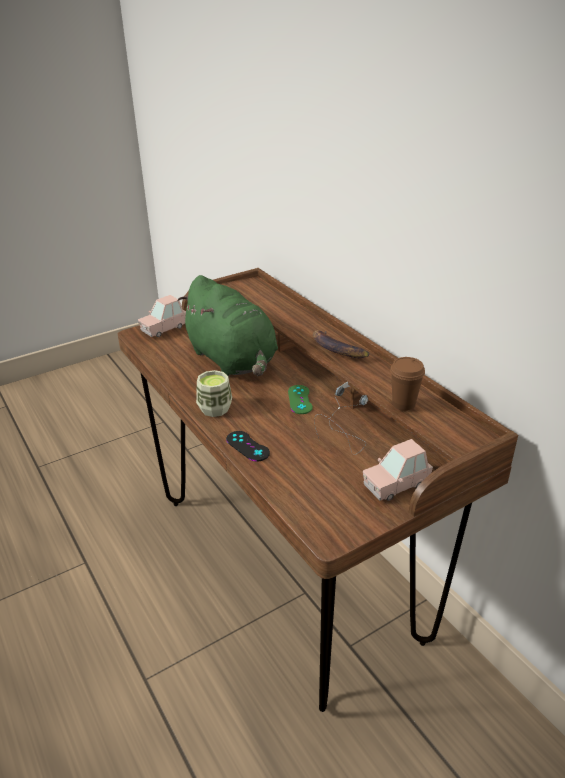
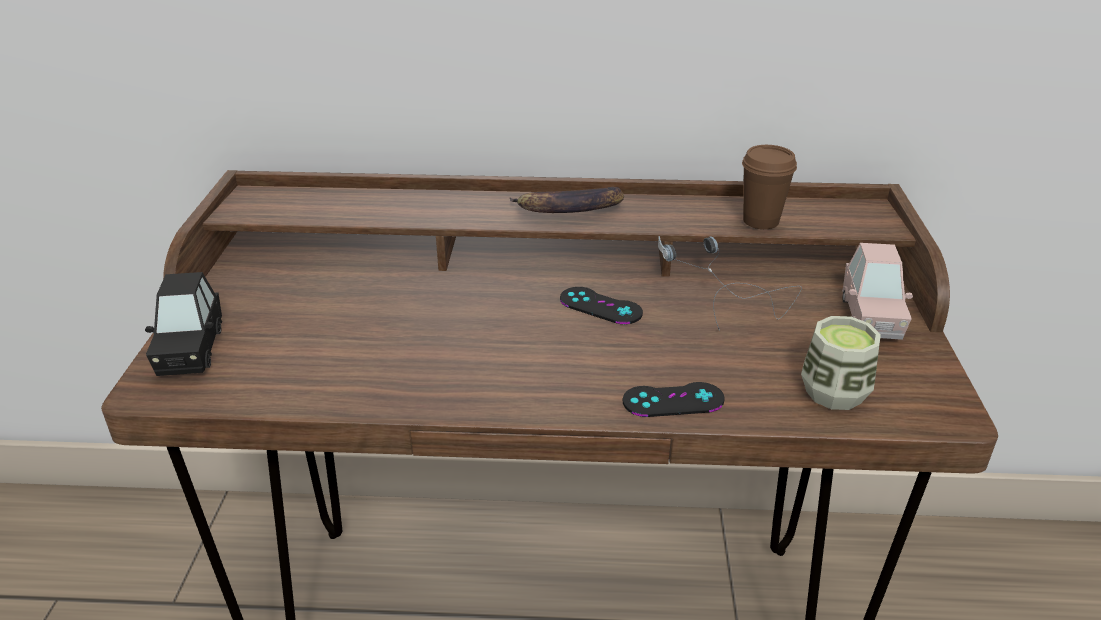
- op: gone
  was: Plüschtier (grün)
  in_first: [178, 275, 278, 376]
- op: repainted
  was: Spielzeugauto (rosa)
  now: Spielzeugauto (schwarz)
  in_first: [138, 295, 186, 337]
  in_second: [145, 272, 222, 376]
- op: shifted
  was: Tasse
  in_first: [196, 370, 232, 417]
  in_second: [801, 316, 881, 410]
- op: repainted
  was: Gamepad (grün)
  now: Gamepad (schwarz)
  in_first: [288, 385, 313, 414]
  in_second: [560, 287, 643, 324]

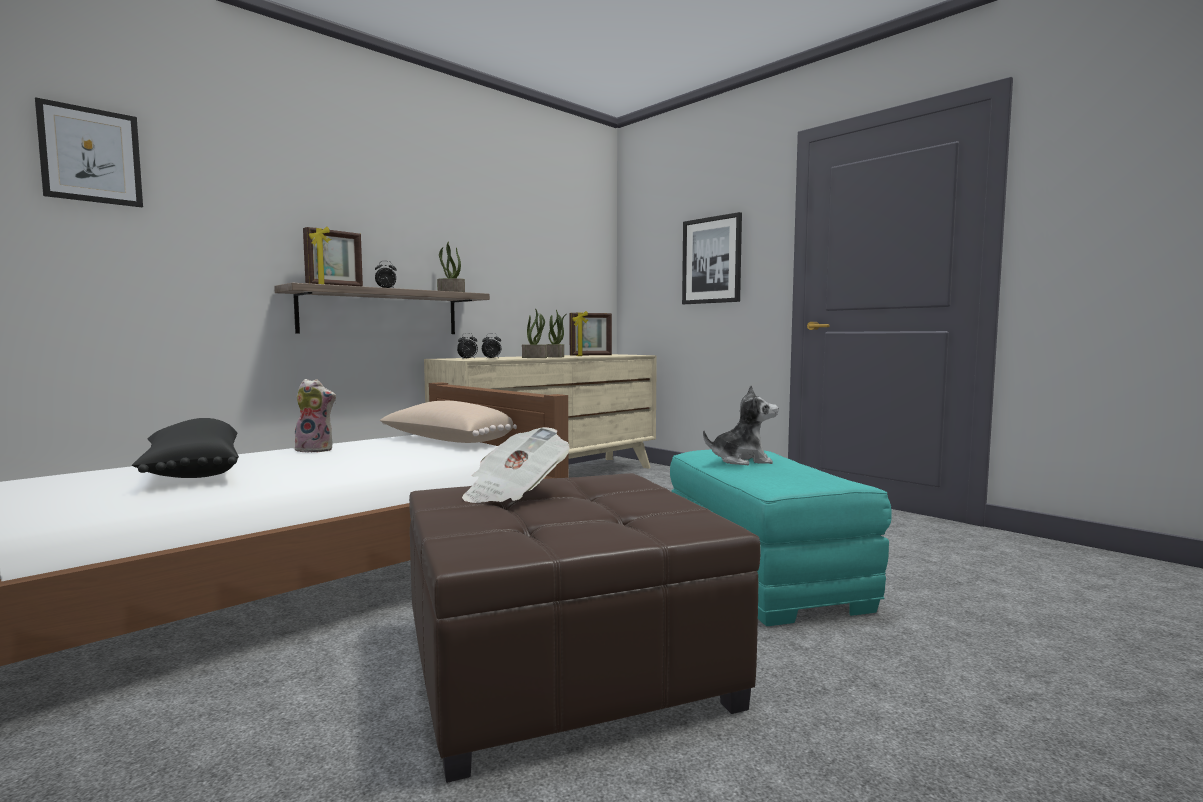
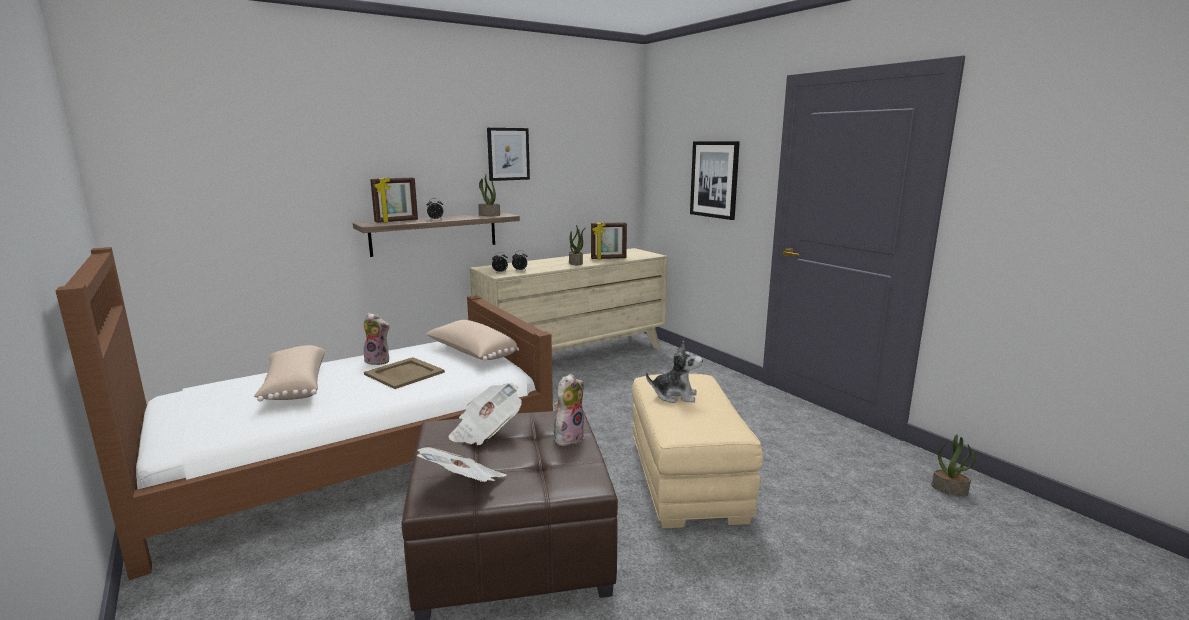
- op: shifted
  was: Bild
  in_first: [35, 97, 143, 207]
  in_second: [487, 128, 530, 181]
- op: shifted
  was: Topfpflanze
  in_first: [522, 308, 547, 358]
  in_second: [932, 434, 976, 496]
- op: repainted
  was: Kissen (schwarz)
  now: Kissen (beige)
  in_first: [132, 418, 239, 478]
  in_second: [254, 345, 325, 402]
- op: repainted
  was: Polsterhocker (türkis)
  now: Polsterhocker (beige)
  in_first: [670, 449, 892, 626]
  in_second: [632, 374, 763, 528]
- op: new
  now: Tablett (beige)
  in_second: [364, 357, 445, 389]
- op: new
  now: Plüschtier
  in_second: [554, 374, 585, 446]
- op: new
  now: Zeitung
  in_second: [417, 447, 506, 482]

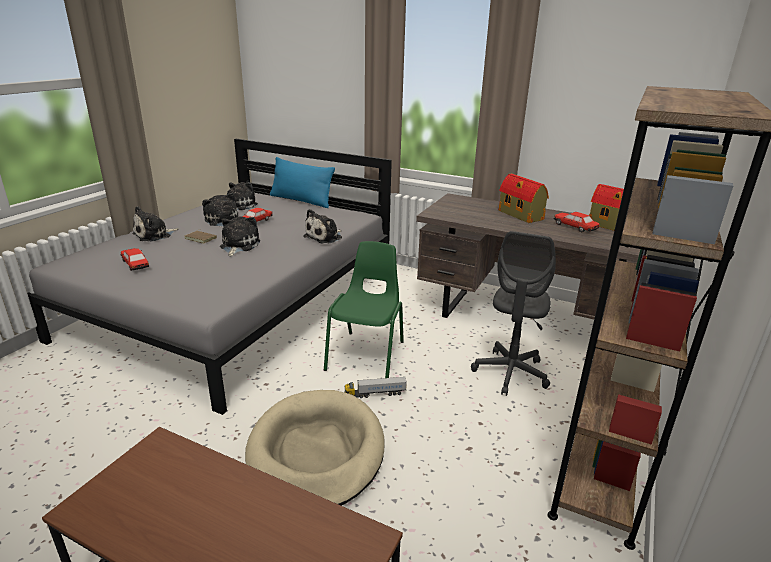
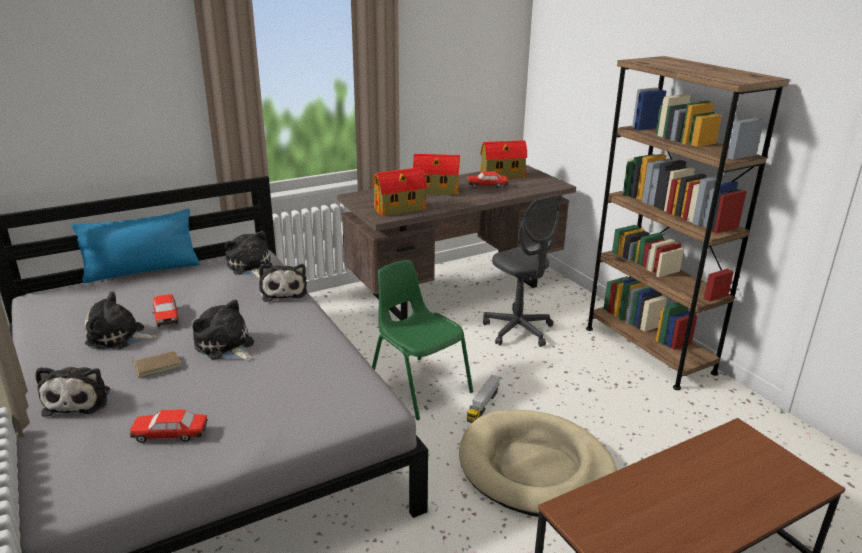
- op: shifted
  was: Plüschtier
  in_first: [227, 182, 258, 210]
  in_second: [225, 231, 273, 279]
- op: new
  now: Spielzeughaus
  in_second: [372, 167, 427, 216]

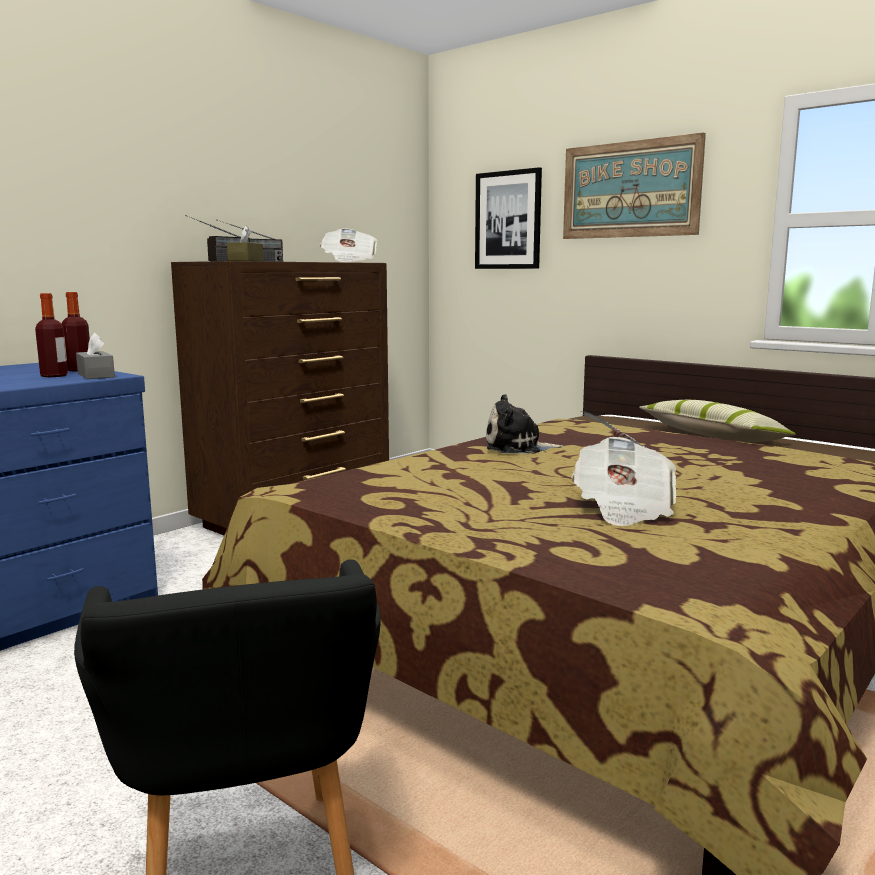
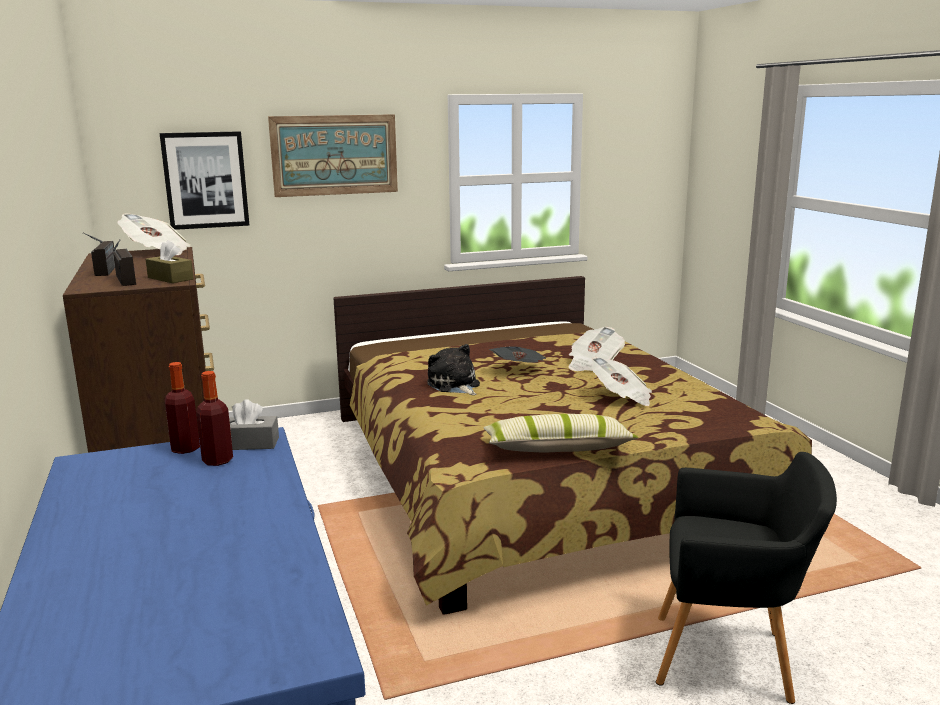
- op: rotated
  was: Plüschtier
  in_first: [486, 394, 563, 454]
  in_second: [427, 344, 480, 395]
  clockwise: 120
- op: shifted
  was: Kissen
  in_first: [639, 400, 796, 442]
  in_second: [484, 414, 638, 452]
- op: new
  now: Zeitung
  in_second: [569, 327, 625, 371]

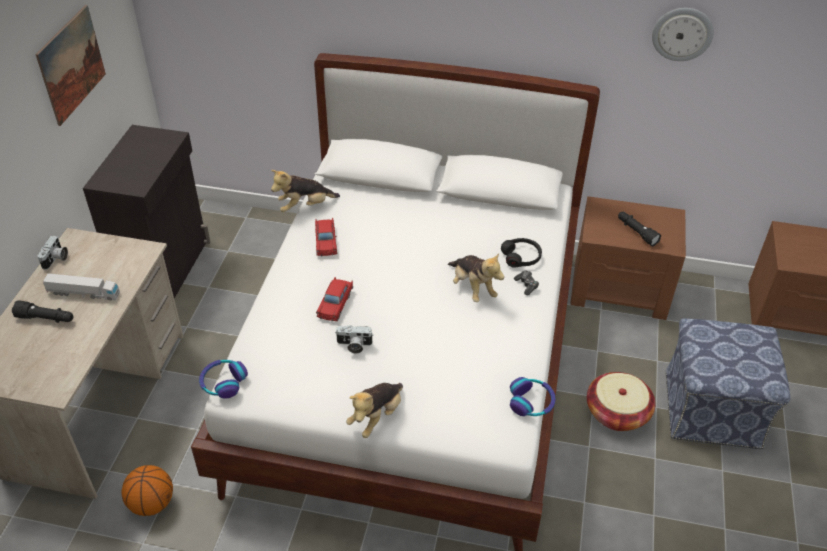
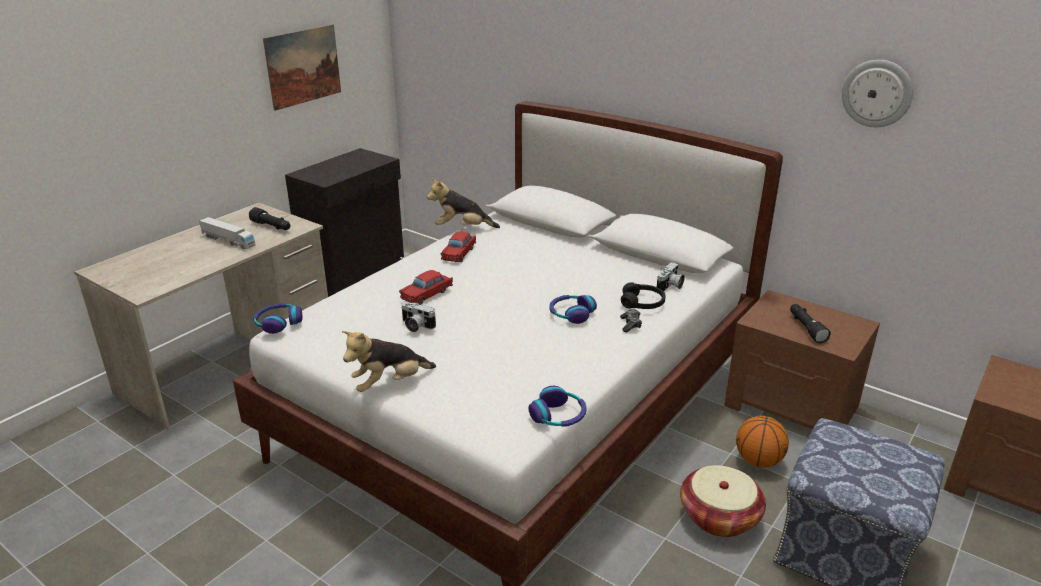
- op: shifted
  was: Kamera
  in_first: [38, 235, 68, 270]
  in_second: [657, 262, 685, 291]
- op: swapped
  was: Plüschtier
  now: Kopfhörer
  in_first: [448, 253, 504, 302]
  in_second: [549, 295, 597, 324]
- op: shifted
  was: Taschenlampe (schwarz)
  in_first: [12, 300, 73, 323]
  in_second: [249, 207, 290, 230]
- op: shifted
  was: Basketball
  in_first: [122, 465, 173, 516]
  in_second: [736, 416, 789, 468]

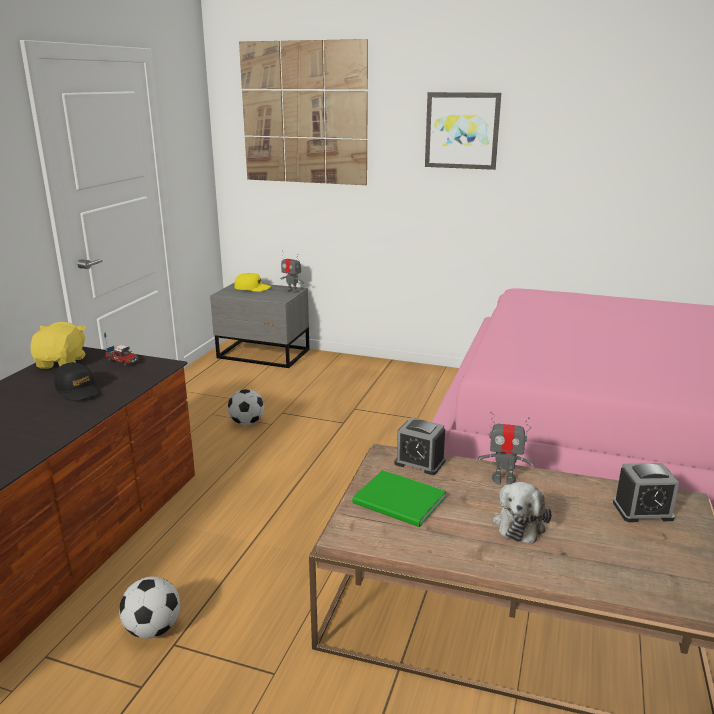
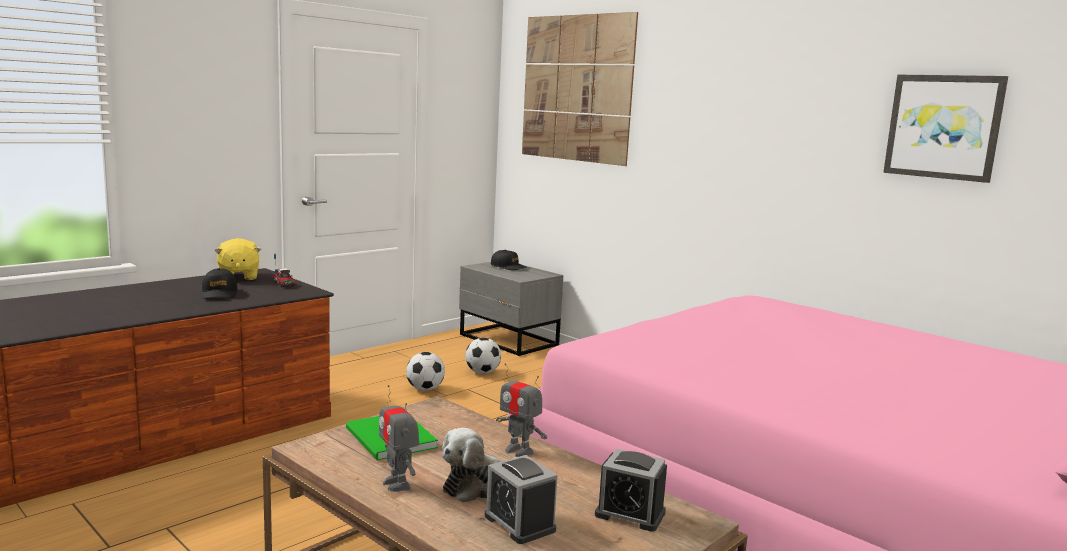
- op: shifted
  was: Bild
  in_first: [425, 92, 501, 170]
  in_second: [883, 75, 1008, 183]
- op: shifted
  was: Spielzeugroboter
  in_first: [280, 254, 305, 293]
  in_second: [379, 385, 419, 492]
- op: repainted
  was: Kappe (gelb)
  now: Kappe (schwarz)
  in_first: [234, 273, 271, 292]
  in_second: [491, 250, 527, 270]
- op: rotated
  was: Plüschtier (gelb)
  in_first: [30, 322, 86, 369]
  in_second: [214, 238, 261, 280]
  clockwise: 135
- op: shifted
  was: Wecker
  in_first: [394, 417, 446, 475]
  in_second: [485, 455, 557, 544]
- op: shifted
  was: Fußball
  in_first: [119, 577, 180, 639]
  in_second: [465, 338, 501, 374]

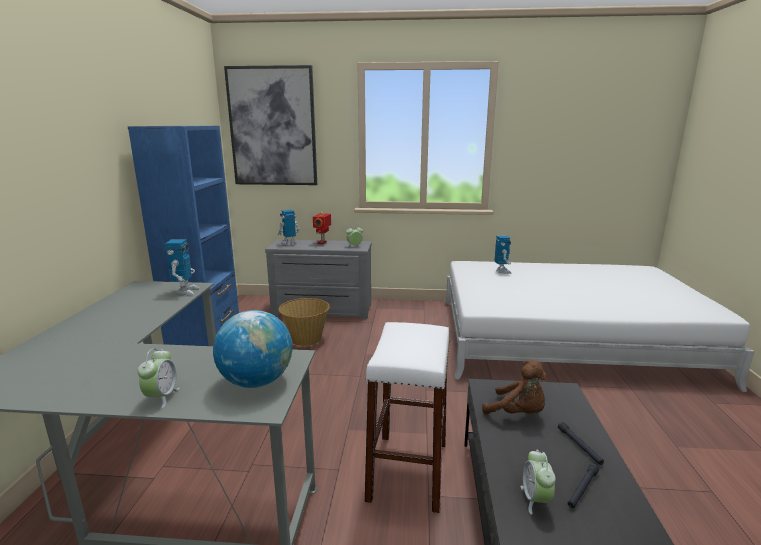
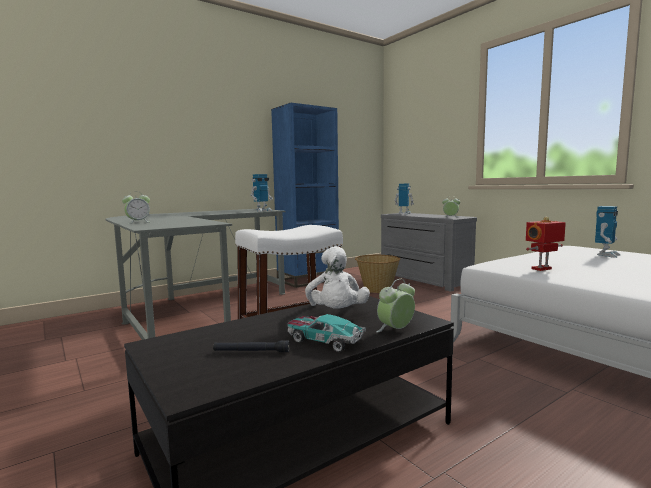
- op: gone
  was: Bild
  in_first: [224, 65, 317, 185]
- op: shifted
  was: Spielzeugroboter
  in_first: [313, 212, 331, 244]
  in_second: [526, 217, 566, 271]
- op: gone
  was: Globus
  in_first: [213, 310, 292, 388]
- op: repainted
  was: Plüschtier (braun)
  now: Plüschtier (weiß)
  in_first: [482, 360, 547, 415]
  in_second: [305, 246, 370, 309]
- op: swapped
  was: Taschenlampe (schwarz)
  now: Spielzeugauto
  in_first: [558, 422, 604, 465]
  in_second: [287, 314, 366, 352]
- op: shifted
  was: Wecker
  in_first: [520, 450, 556, 515]
  in_second: [376, 279, 415, 333]

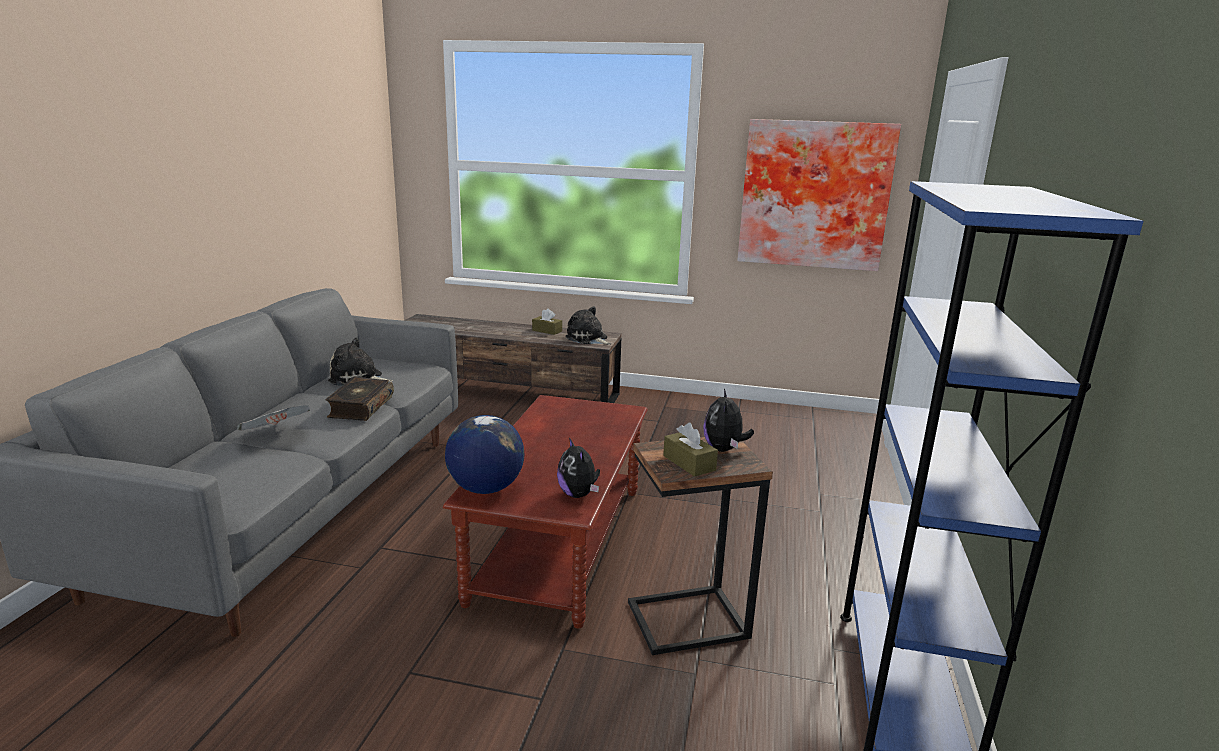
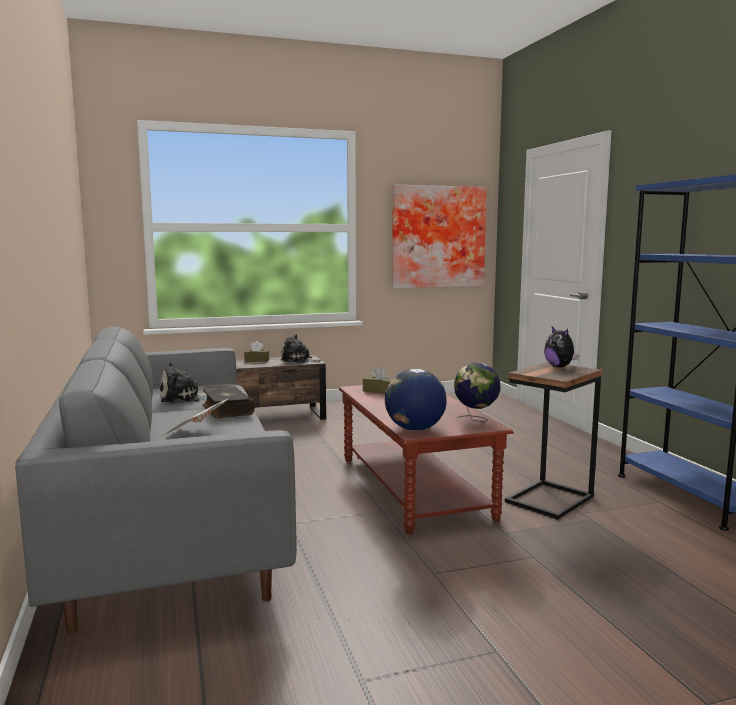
- op: shifted
  was: Taschentuchbox (braun)
  in_first: [663, 423, 718, 477]
  in_second: [363, 366, 393, 394]
- op: swapped
  was: Plüschtier
  now: Globus
  in_first: [557, 438, 600, 498]
  in_second: [454, 363, 500, 422]

